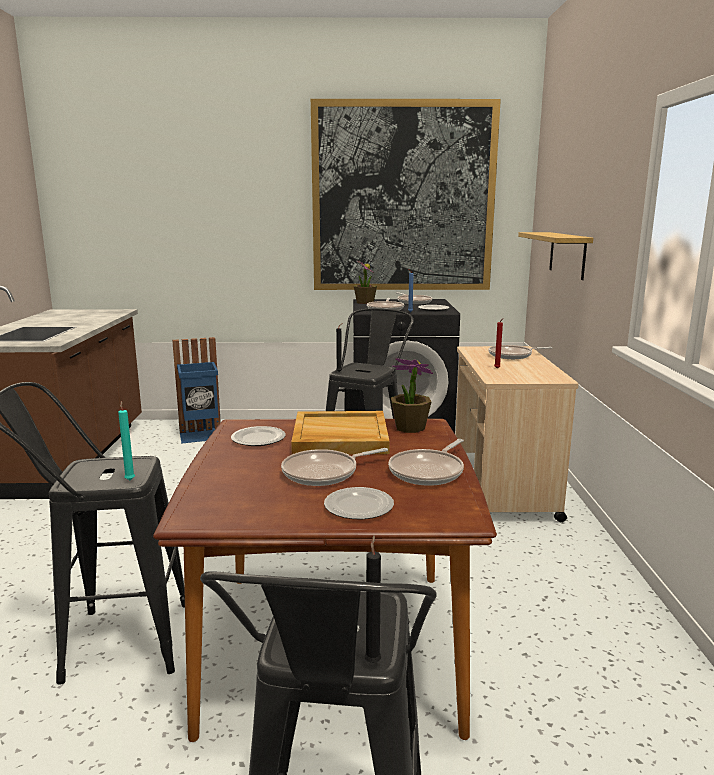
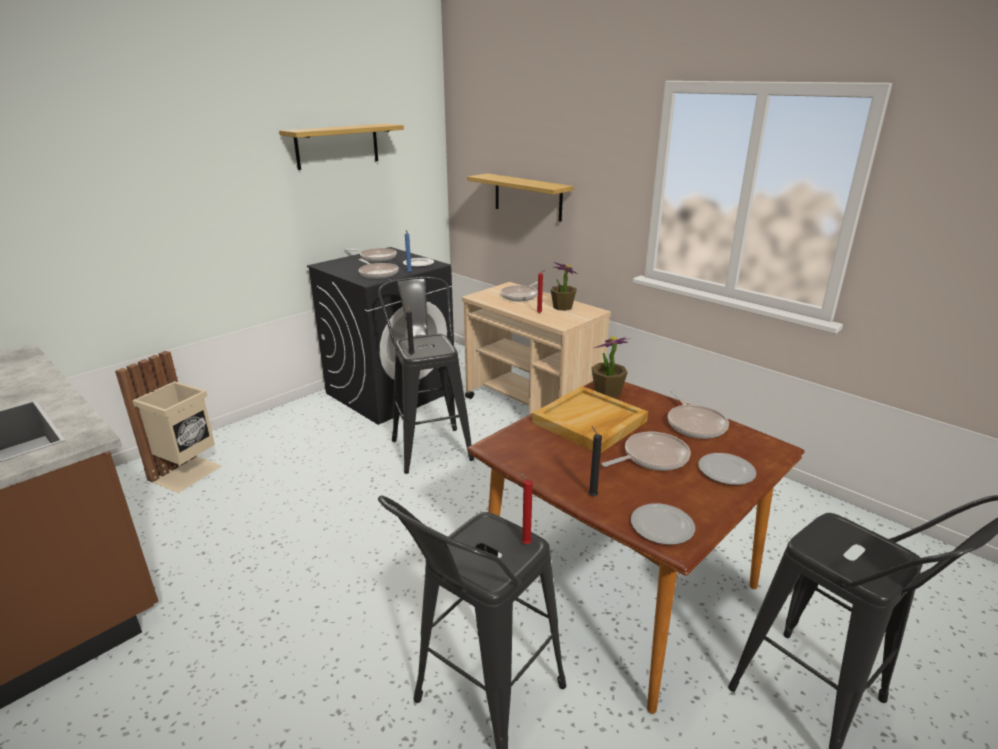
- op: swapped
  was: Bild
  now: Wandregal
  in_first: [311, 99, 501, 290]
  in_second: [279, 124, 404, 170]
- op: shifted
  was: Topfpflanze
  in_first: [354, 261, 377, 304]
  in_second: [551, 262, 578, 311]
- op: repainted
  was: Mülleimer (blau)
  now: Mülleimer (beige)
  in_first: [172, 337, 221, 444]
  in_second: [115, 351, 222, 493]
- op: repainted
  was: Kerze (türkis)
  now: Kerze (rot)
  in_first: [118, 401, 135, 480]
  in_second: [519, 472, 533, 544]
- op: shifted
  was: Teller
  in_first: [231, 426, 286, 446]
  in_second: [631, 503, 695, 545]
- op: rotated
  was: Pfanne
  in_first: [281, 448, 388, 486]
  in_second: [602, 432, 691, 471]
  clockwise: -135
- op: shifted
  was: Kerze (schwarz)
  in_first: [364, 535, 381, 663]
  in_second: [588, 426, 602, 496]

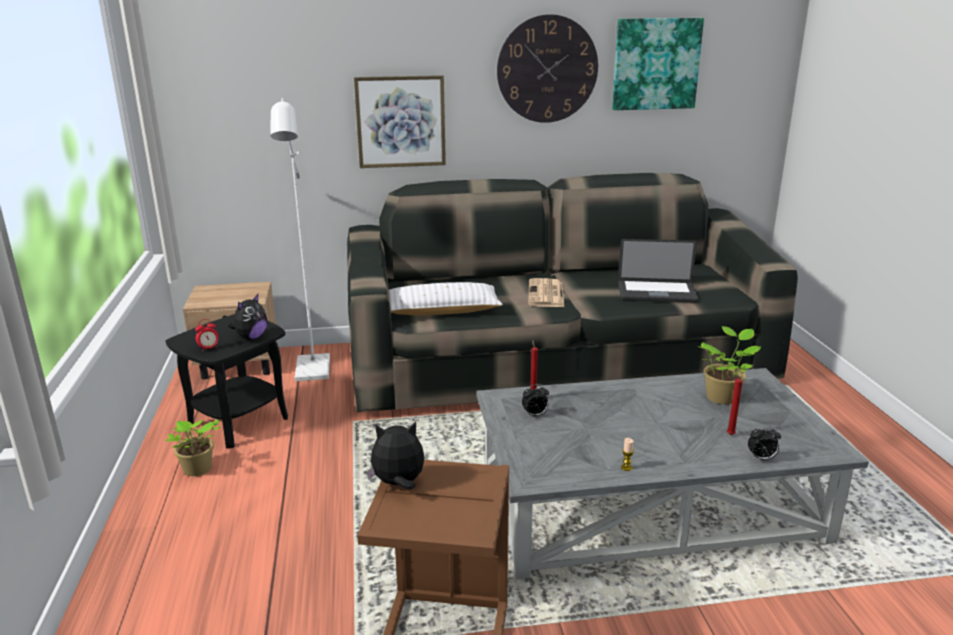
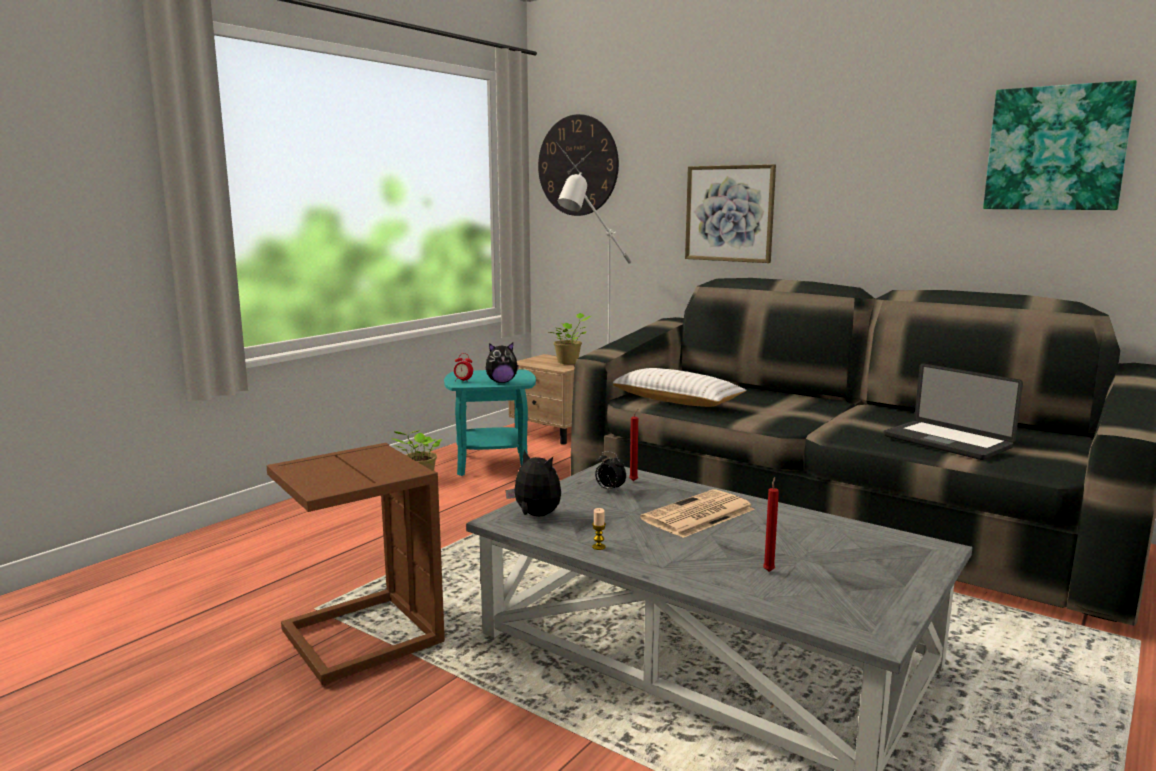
- op: shifted
  was: Wanduhr
  in_first: [497, 14, 598, 123]
  in_second: [538, 114, 619, 216]
- op: shifted
  was: Zeitung
  in_first: [528, 278, 564, 307]
  in_second: [640, 489, 755, 538]
- op: repainted
  was: Beistelltisch (schwarz)
  now: Beistelltisch (türkis)
  in_first: [166, 314, 288, 448]
  in_second: [444, 369, 536, 476]
- op: shifted
  was: Topfpflanze
  in_first: [697, 326, 761, 404]
  in_second: [549, 313, 591, 364]
- op: shifted
  was: Plüschtier
  in_first: [367, 422, 425, 490]
  in_second: [506, 450, 561, 516]
- op: gone
  was: Wecker
  in_first: [748, 425, 781, 460]

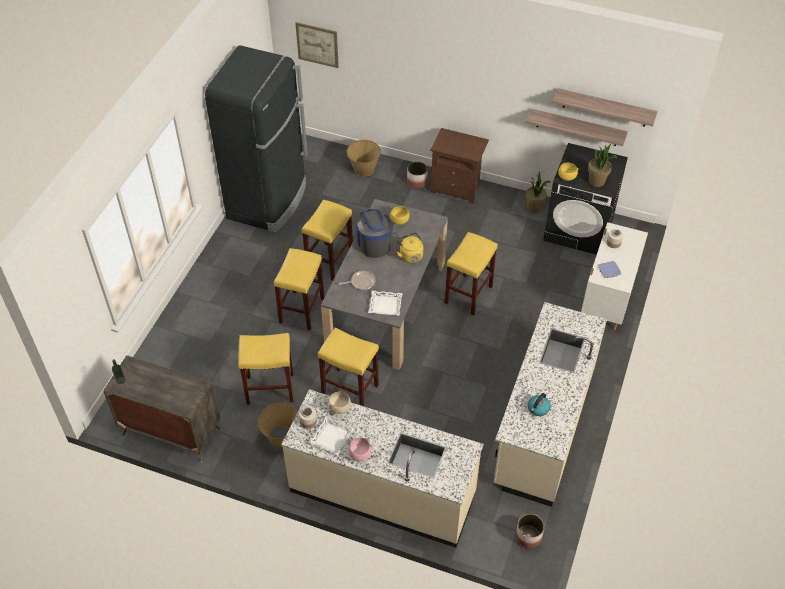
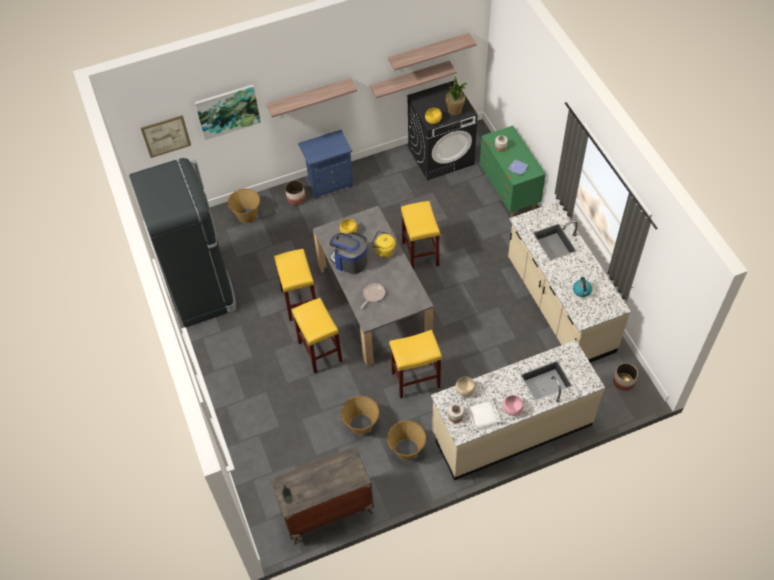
- op: repainted
  was: Nachttisch (braun)
  now: Nachttisch (blau)
  in_first: [430, 128, 489, 203]
  in_second: [298, 130, 353, 199]
- op: gone
  was: Topfpflanze
  in_first: [526, 172, 550, 213]
- op: repainted
  was: Kommode (weiß)
  now: Kommode (grün)
  in_first: [581, 222, 648, 330]
  in_second: [480, 126, 546, 217]
- op: gone
  was: Tablett (weiß)
  in_first: [368, 291, 403, 316]
- op: swapped
  was: Hocker (gelb)
  now: Korb
  in_first: [238, 333, 293, 405]
  in_second: [341, 396, 379, 435]
- op: new
  now: Wandregal
  in_second: [266, 78, 357, 118]
- op: new
  now: Bild
  in_second: [195, 85, 261, 140]

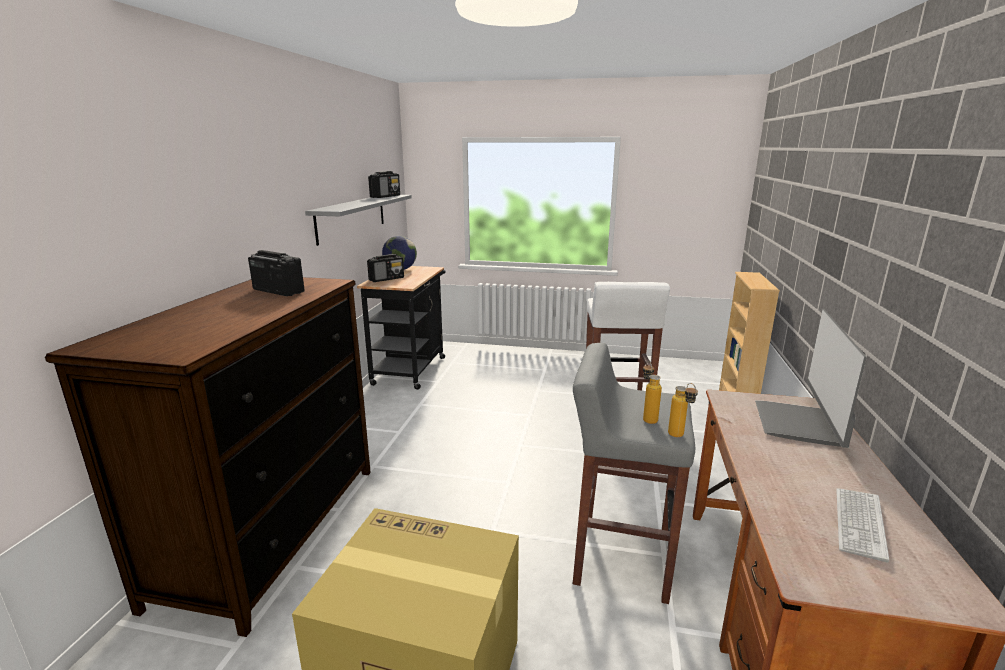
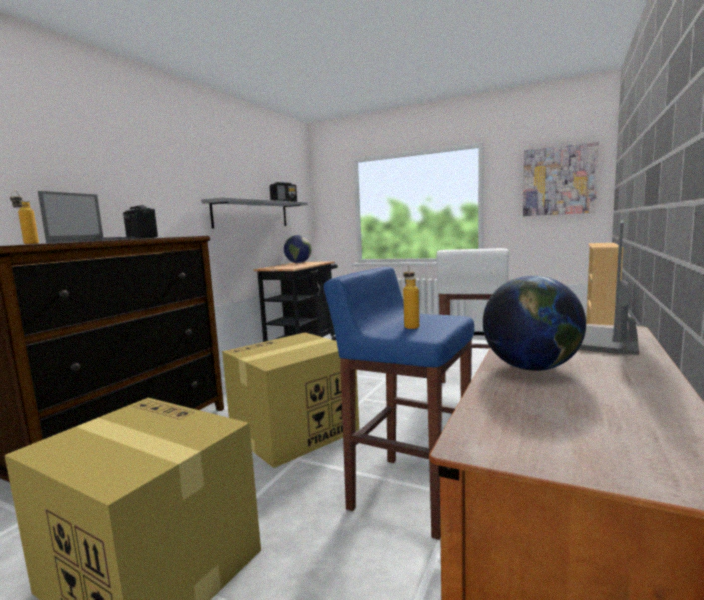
- op: gone
  was: Radio
  in_first: [367, 254, 404, 282]
- op: repainted
  was: Hocker (grau)
  now: Hocker (blau)
  in_first: [573, 343, 695, 604]
  in_second: [324, 267, 474, 540]
- op: shifted
  was: Flasche
  in_first: [668, 383, 698, 437]
  in_second: [10, 191, 39, 244]
- op: gone
  was: Tastatur
  in_first: [836, 488, 889, 563]
- op: new
  now: Bild
  in_second: [523, 142, 599, 216]
- op: new
  now: Laptop
  in_second: [38, 191, 135, 243]
- op: new
  now: Globus
  in_second: [483, 275, 586, 371]
- op: new
  now: Karton
  in_second: [222, 332, 359, 468]

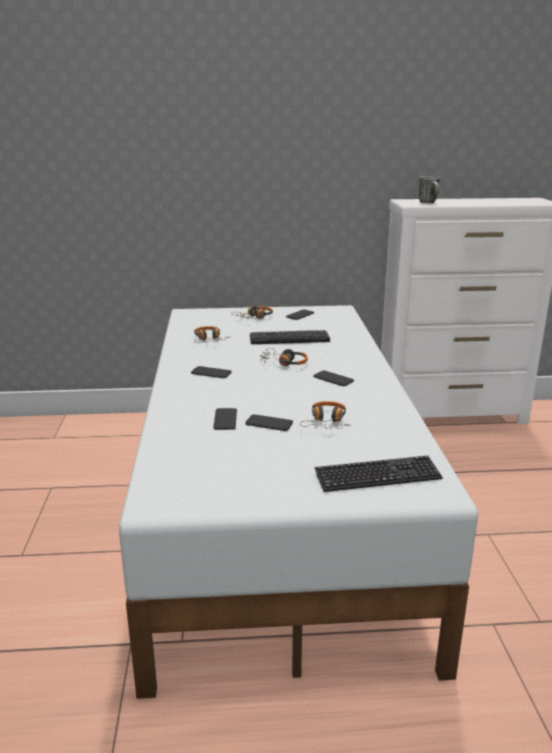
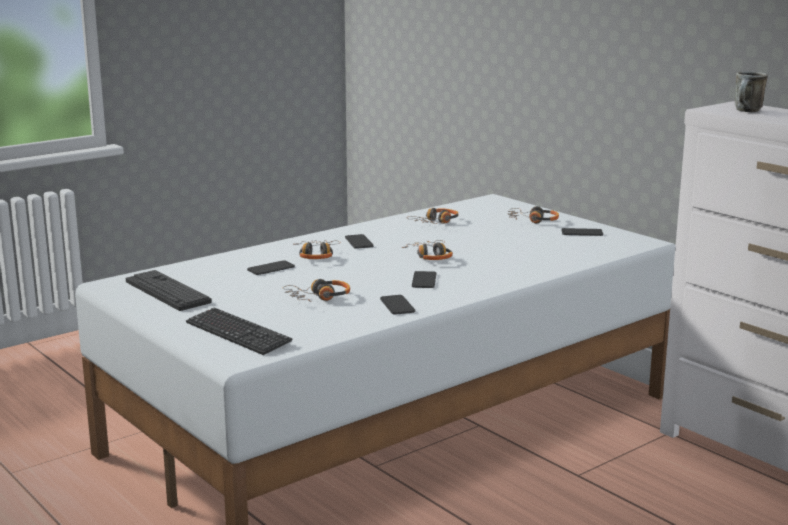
- op: shifted
  was: Tastatur
  in_first: [250, 330, 330, 344]
  in_second: [126, 270, 212, 311]
- op: shifted
  was: Handy
  in_first: [245, 414, 293, 431]
  in_second: [380, 295, 415, 315]
- op: new
  now: Kopfhörer
  in_second: [296, 240, 341, 259]

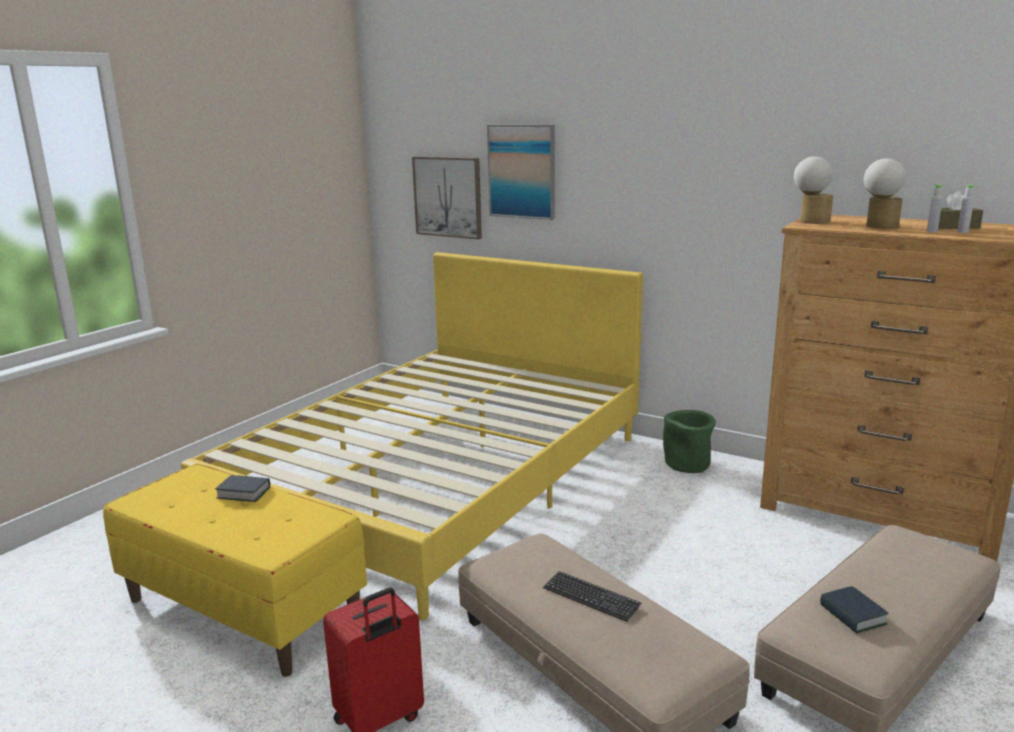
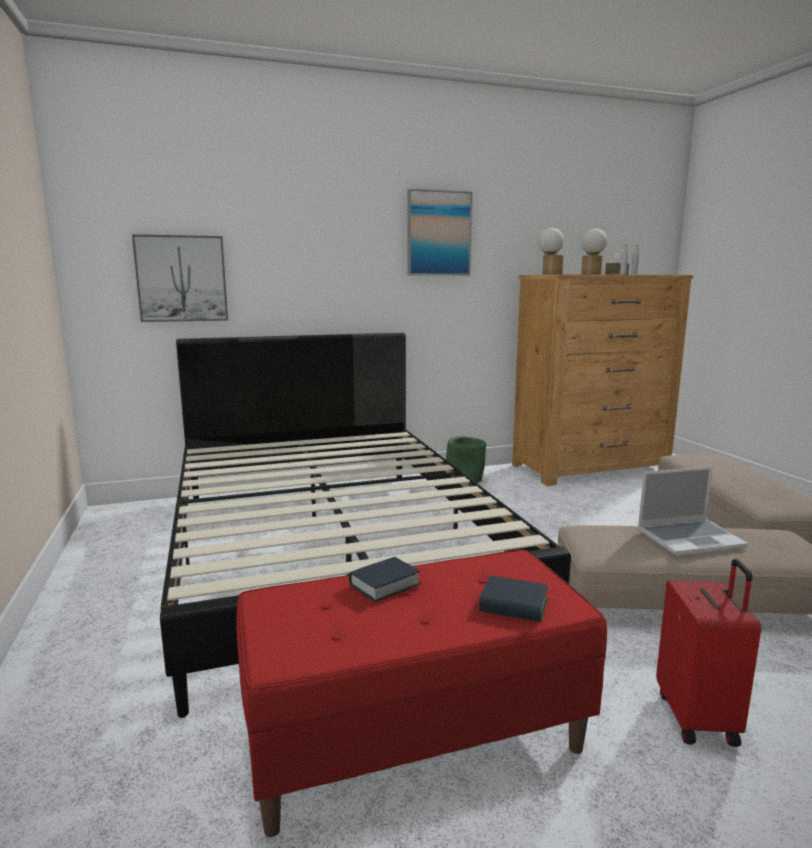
- op: shifted
  was: Bild
  in_first: [487, 125, 555, 220]
  in_second: [407, 189, 472, 276]
- op: repainted
  was: Bett (gelb)
  now: Bett (schwarz)
  in_first: [181, 252, 643, 620]
  in_second: [160, 333, 571, 718]
- op: repainted
  was: Bank (gelb)
  now: Bank (rot)
  in_first: [103, 464, 367, 677]
  in_second: [236, 550, 607, 837]
- op: swapped
  was: Tastatur
  now: Laptop
  in_first: [543, 571, 641, 622]
  in_second: [637, 466, 748, 556]
- op: shifted
  was: Buch
  in_first: [820, 586, 889, 634]
  in_second: [479, 576, 548, 622]

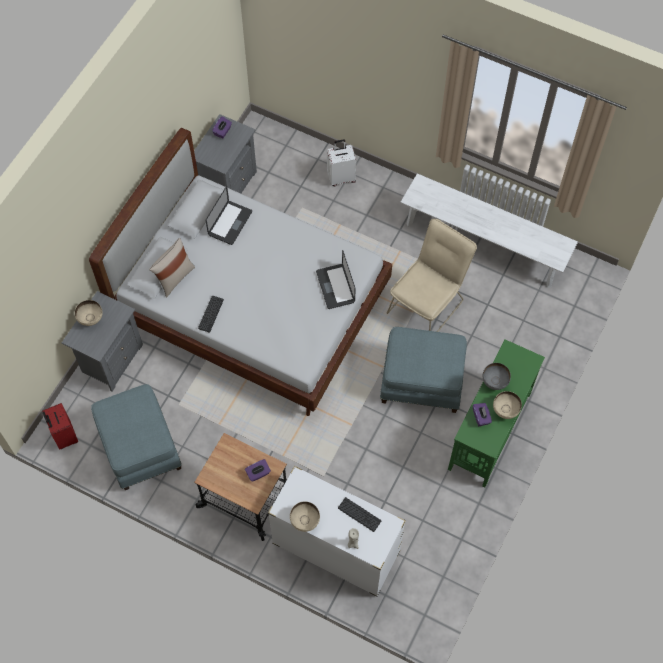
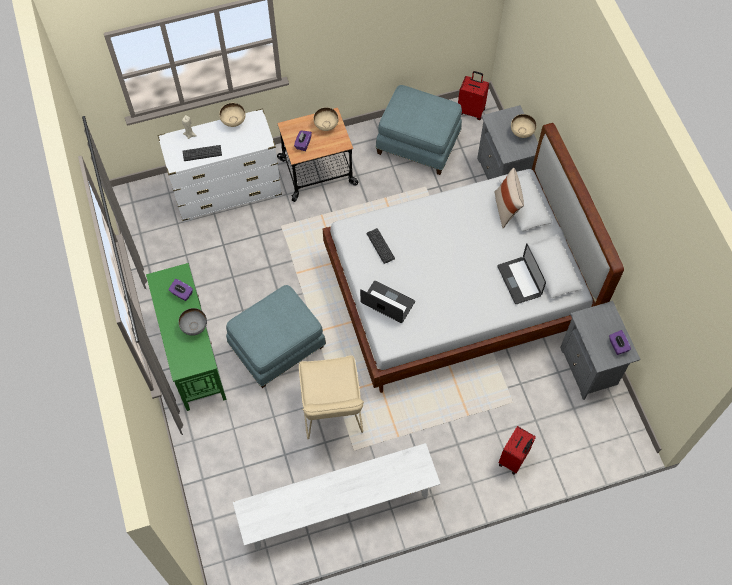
- op: repainted
  was: Koffer (weiß)
  now: Koffer (rot)
  in_first: [327, 139, 356, 186]
  in_second: [499, 426, 536, 474]
- op: shifted
  was: Tastatur
  in_first: [198, 296, 224, 333]
  in_second: [367, 228, 395, 264]
- op: shifted
  was: Schüssel (beige)
  in_first: [493, 391, 522, 419]
  in_second: [313, 107, 339, 131]

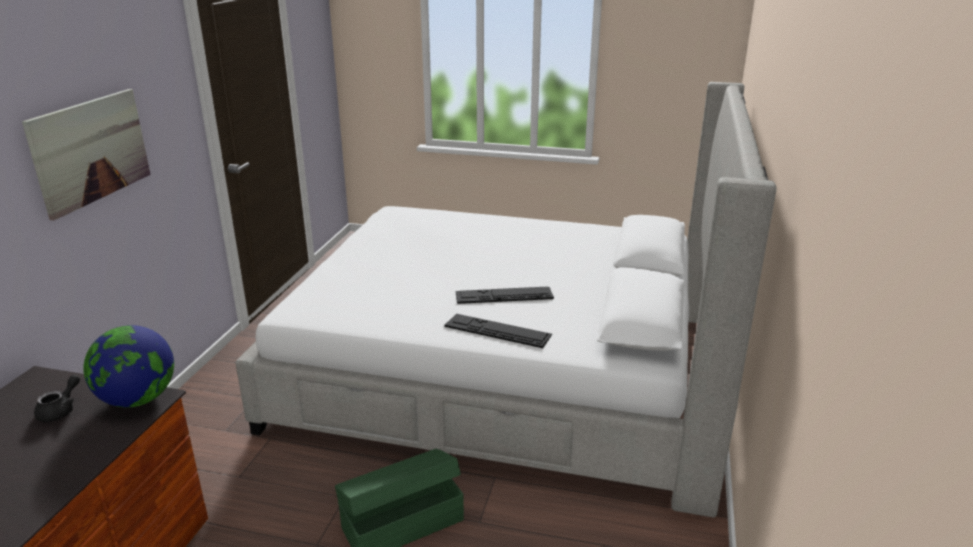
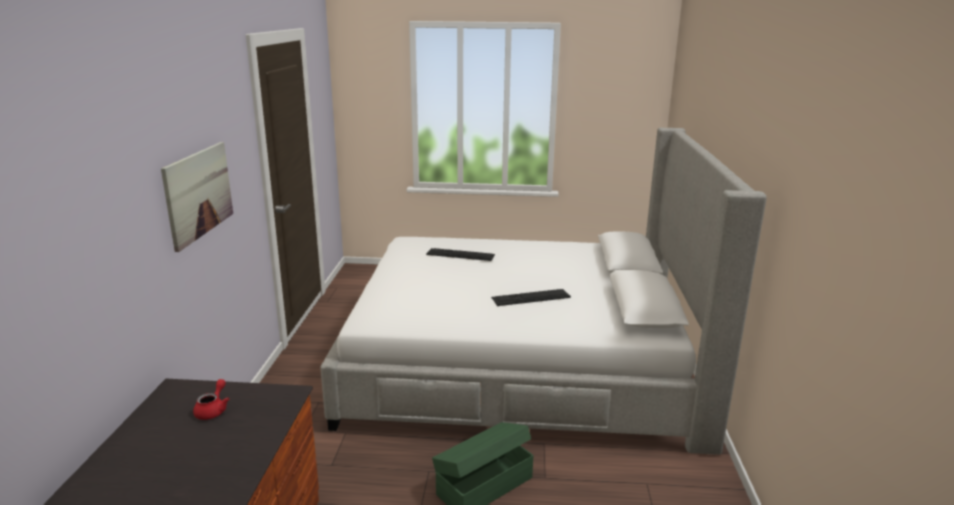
- op: shifted
  was: Tastatur
  in_first: [445, 314, 552, 348]
  in_second: [426, 248, 495, 261]
- op: gone
  was: Globus
  in_first: [83, 325, 174, 407]
- op: repainted
  was: Teekanne (schwarz)
  now: Teekanne (rot)
  in_first: [34, 375, 80, 422]
  in_second: [193, 379, 229, 420]

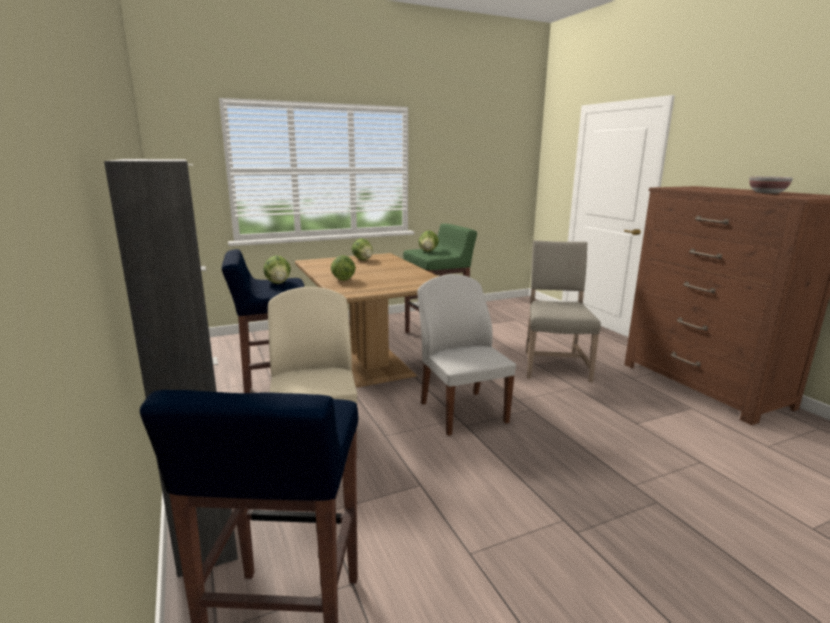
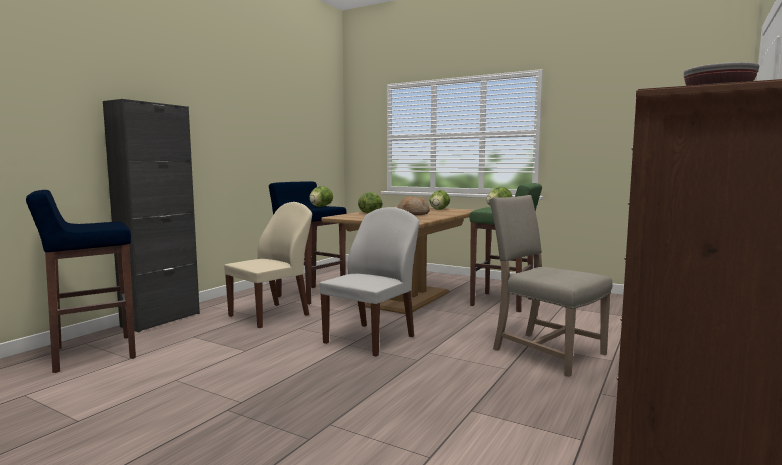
- op: rotated
  was: Stuhl (beige)
  in_first: [526, 240, 601, 382]
  in_second: [489, 195, 613, 377]
  clockwise: -105
- op: new
  now: Brot
  in_second: [397, 196, 430, 215]

